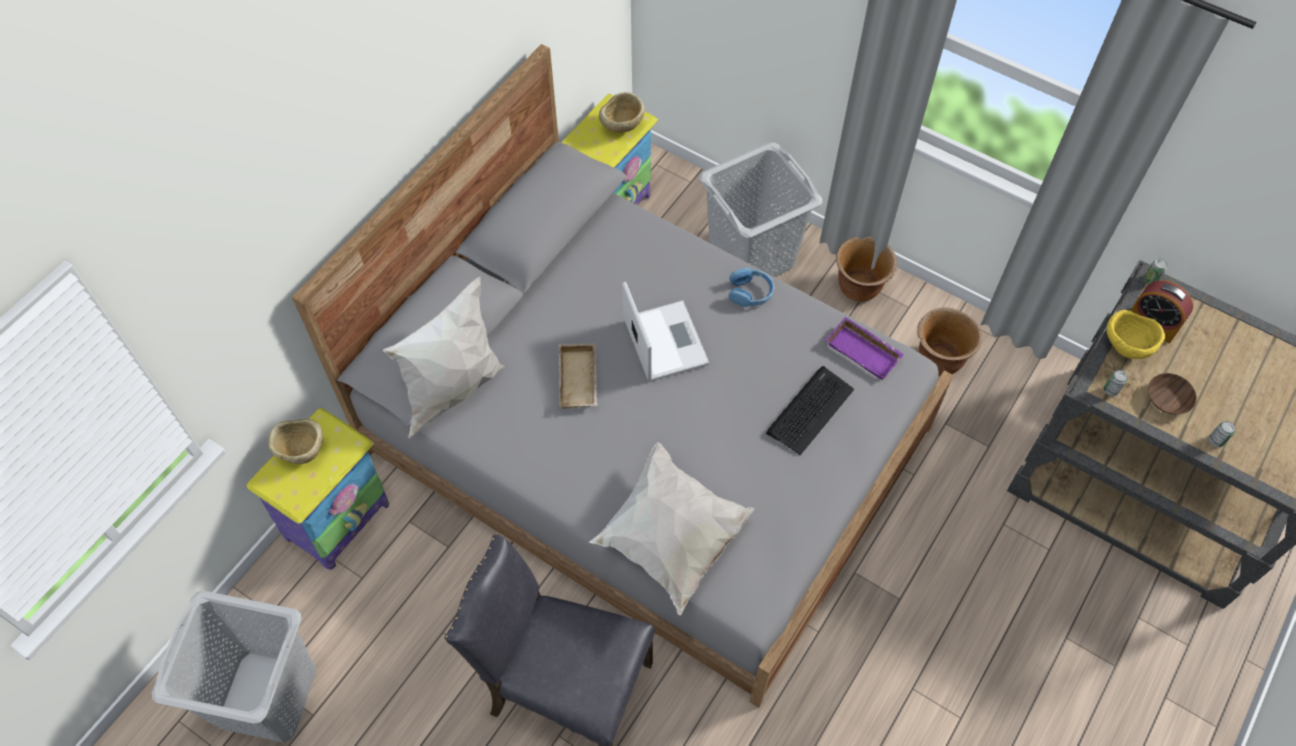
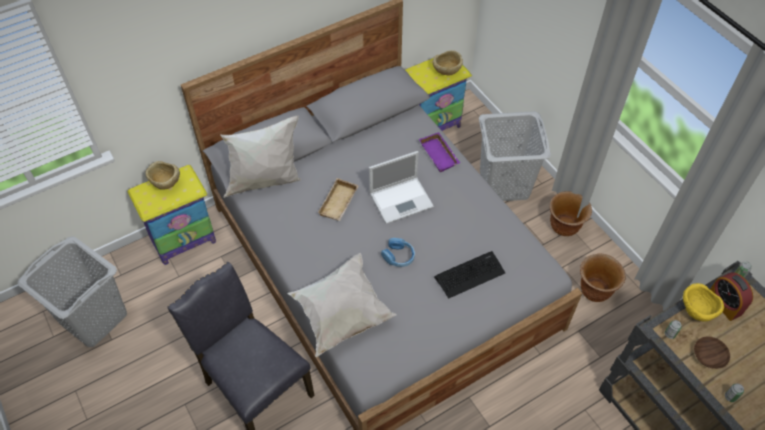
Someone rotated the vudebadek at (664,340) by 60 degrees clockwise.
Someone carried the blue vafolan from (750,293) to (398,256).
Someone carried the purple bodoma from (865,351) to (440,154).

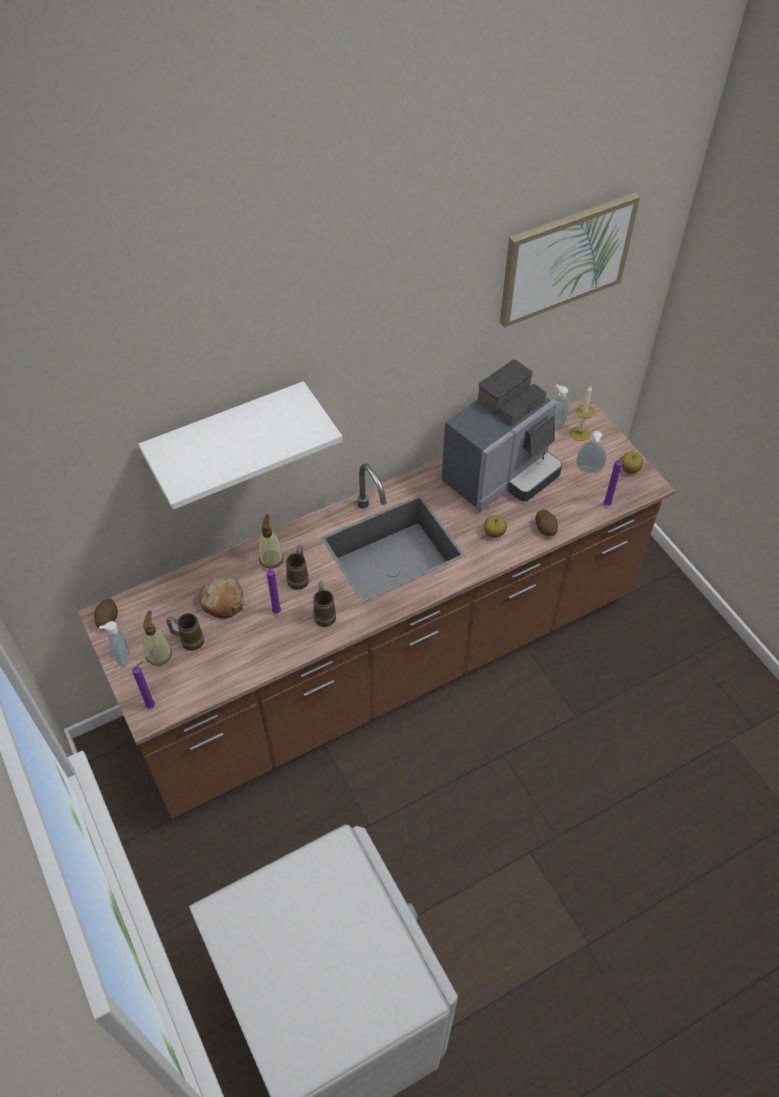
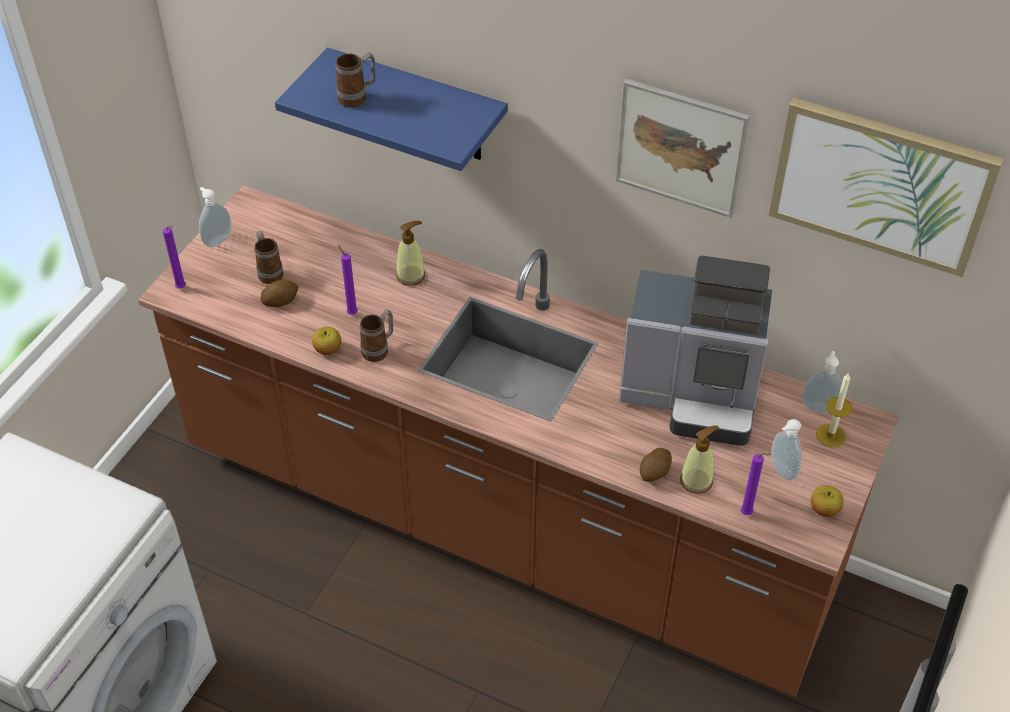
Someone carried the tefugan from (107,619) to (280,301).
Someone repainted the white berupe at (227,435), which became the blue berupe at (417,107).
Someone carried the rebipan from (159,654) to (696,481).
Someone took away the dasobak at (223,602).
Someone carried the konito from (299,577) to (358,97).
Someone carried the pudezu from (494,532) to (327,349).
Someone put up the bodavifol at (680,147).

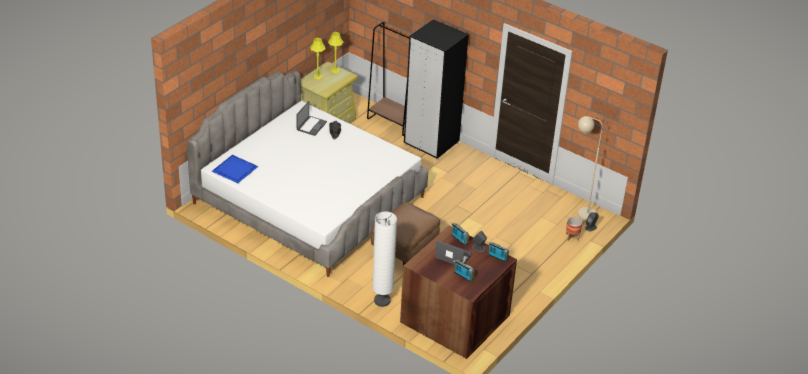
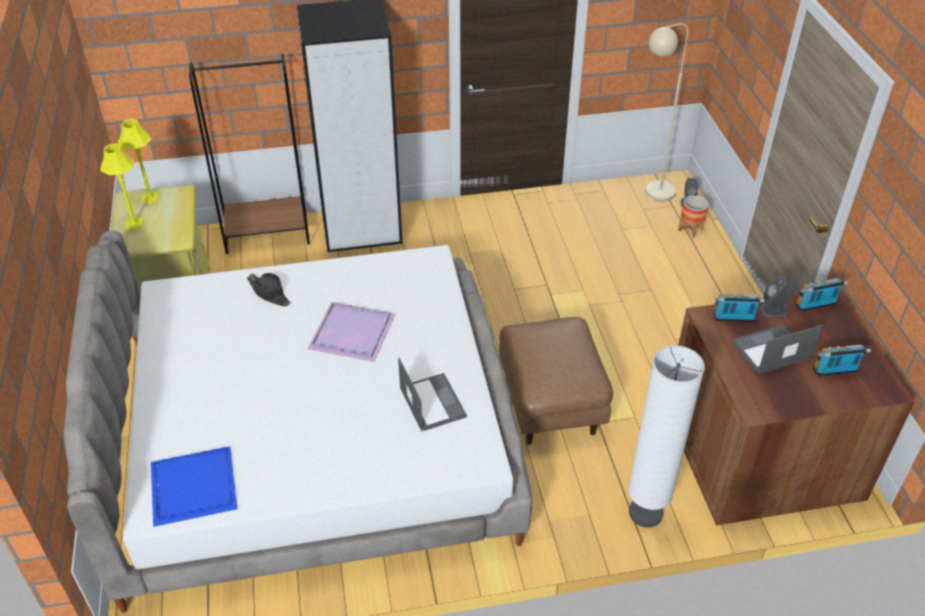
Someone carried the vudebadek from (311,125) to (432,402).
Someone put down the purple bodoma at (351,332).

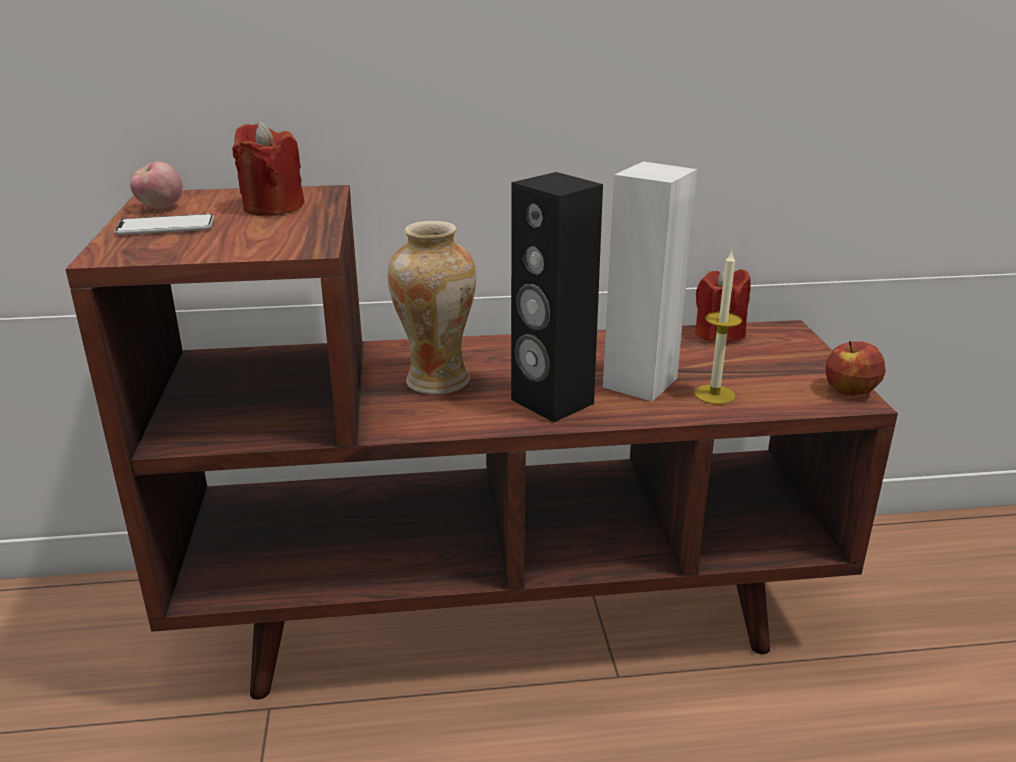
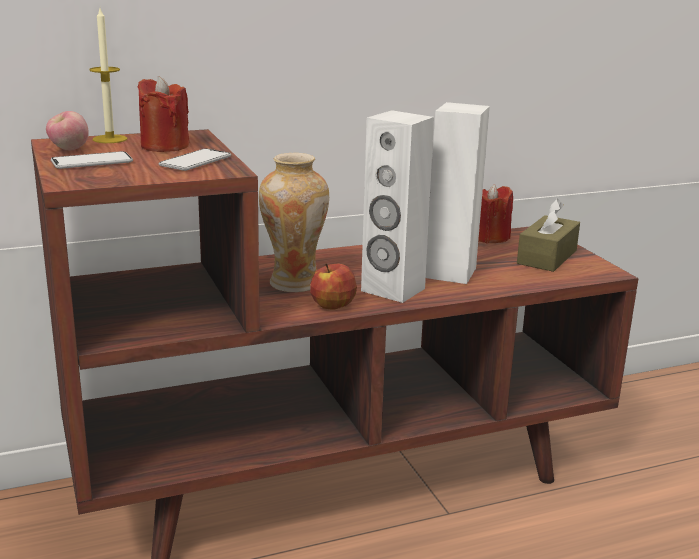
Someone repainted the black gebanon at (551,402), which became the white gebanon at (392,290).
Someone carried the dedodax from (714,394) to (110,139).
Someone carried the pudezu from (850,391) to (333,306).
Someone put down the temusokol at (195,161).
Someone put down the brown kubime at (547,257).

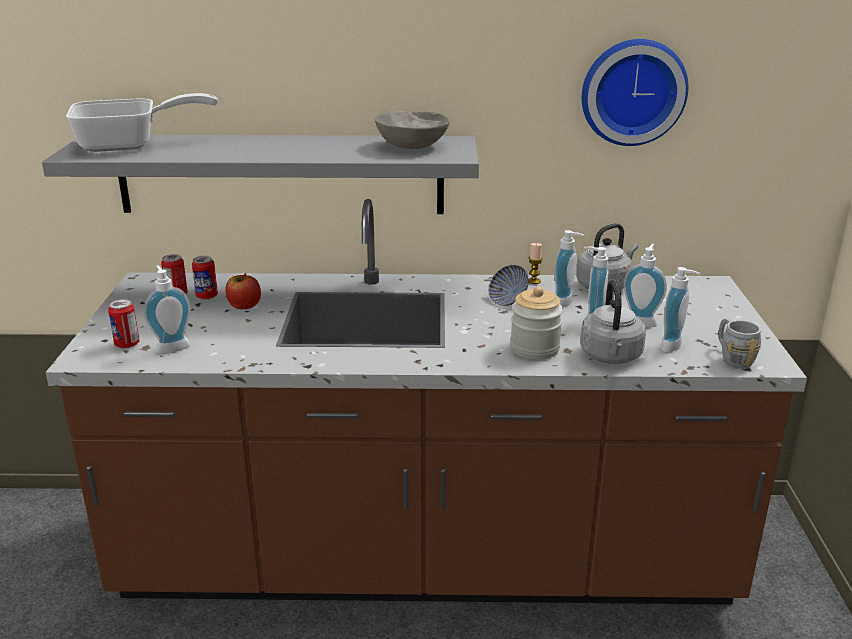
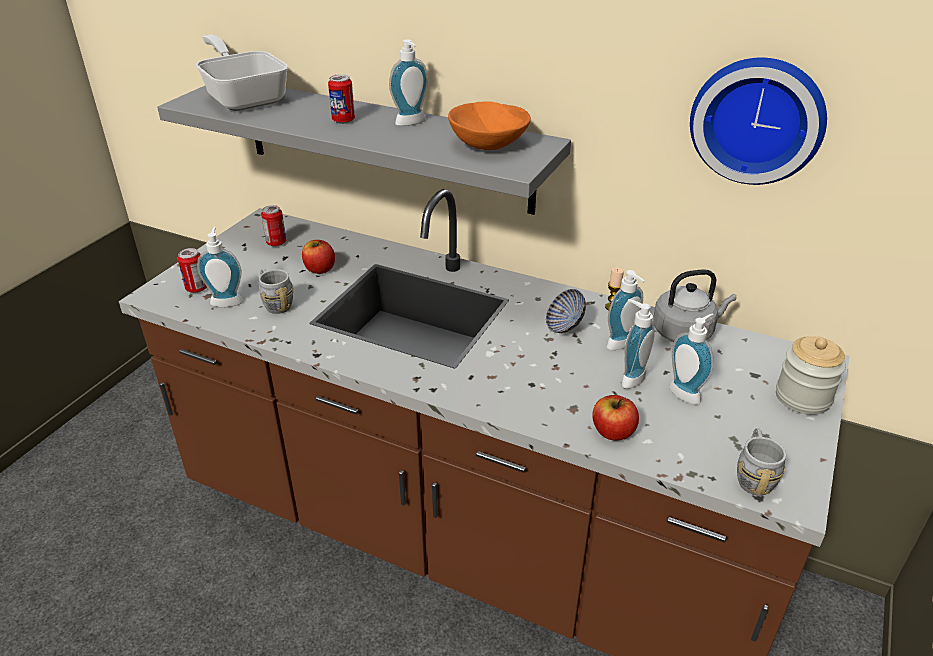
Someone rotated the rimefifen at (130,144) by 135 degrees counterclockwise.
Someone carried the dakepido from (207,296) to (343,120).
Someone repainted the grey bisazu at (411,146), which became the orange bisazu at (487,144).
Someone carried the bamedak from (534,348) to (802,397).
Someone swapped the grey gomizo at (611,357) for the pudezu at (613,432).
Someone carried the rebipan from (675,346) to (412,123).
Someone put down the grey konito at (275,303).

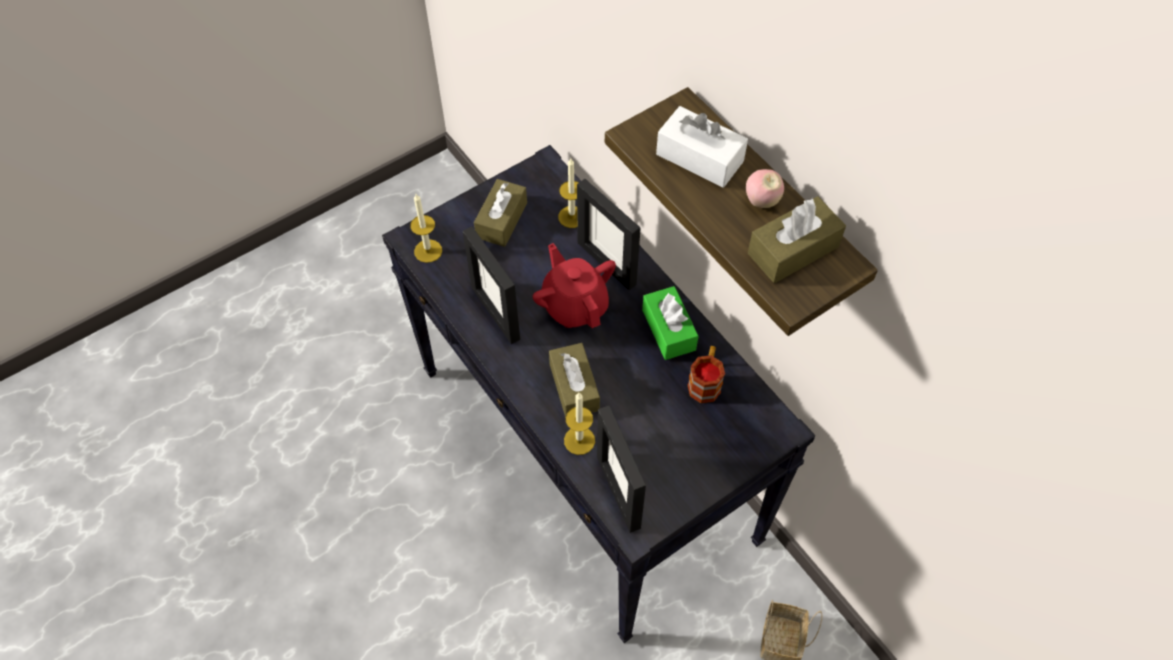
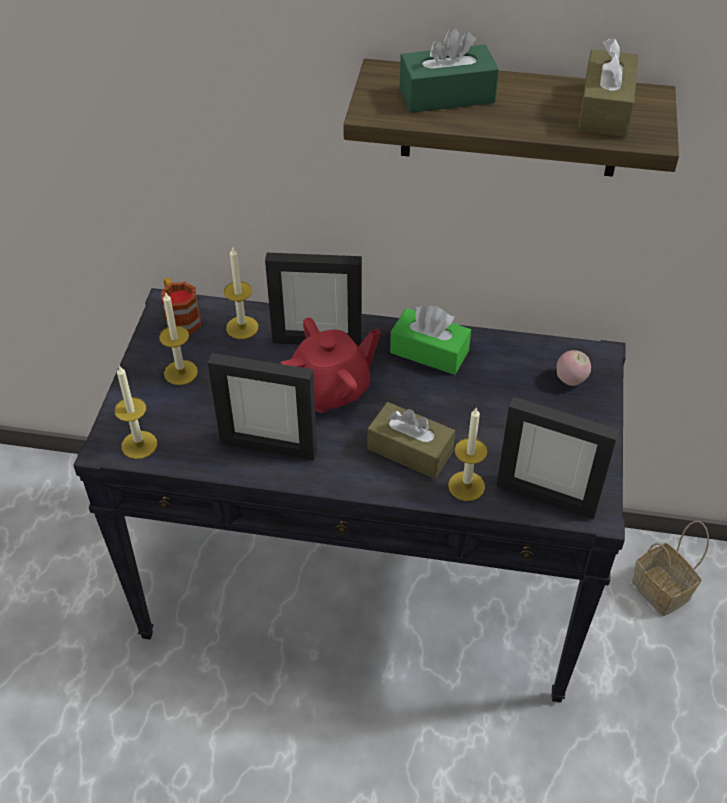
Someone swapped the brown kubime at (501,220) for the dedodax at (181,372).
Someone rotated the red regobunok at (575,305) by 135 degrees clockwise.
Someone repainted the white kubime at (699,158), which became the green kubime at (447,95).
Someone carried the konito from (705,382) to (180,318).
Someone carried the pudezu from (761,201) to (570,380).

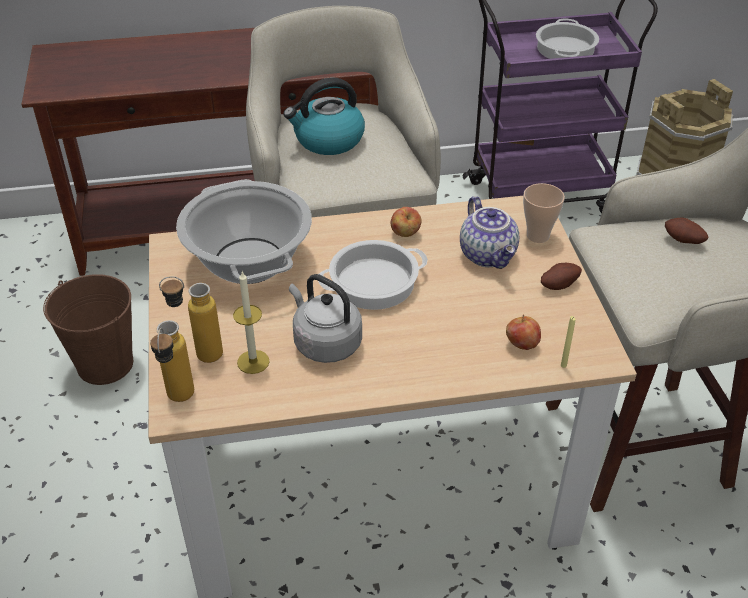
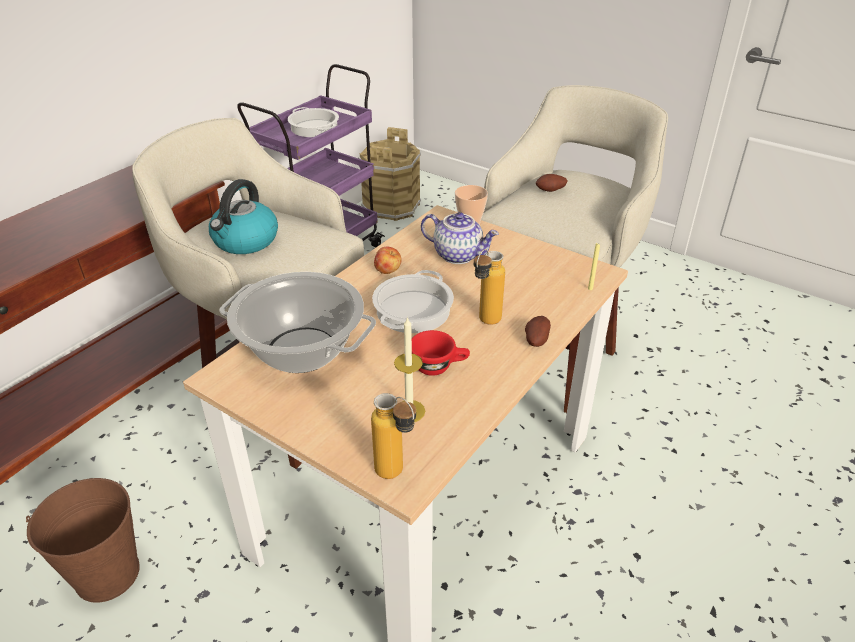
Someone carried the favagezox from (198,355) to (485,323).
Someone swapped the grey gomizo at (325,343) for the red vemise at (439,366).
Someone took away the pudezu at (521,344).
Someone carried the tefugan from (558,284) to (535,340).

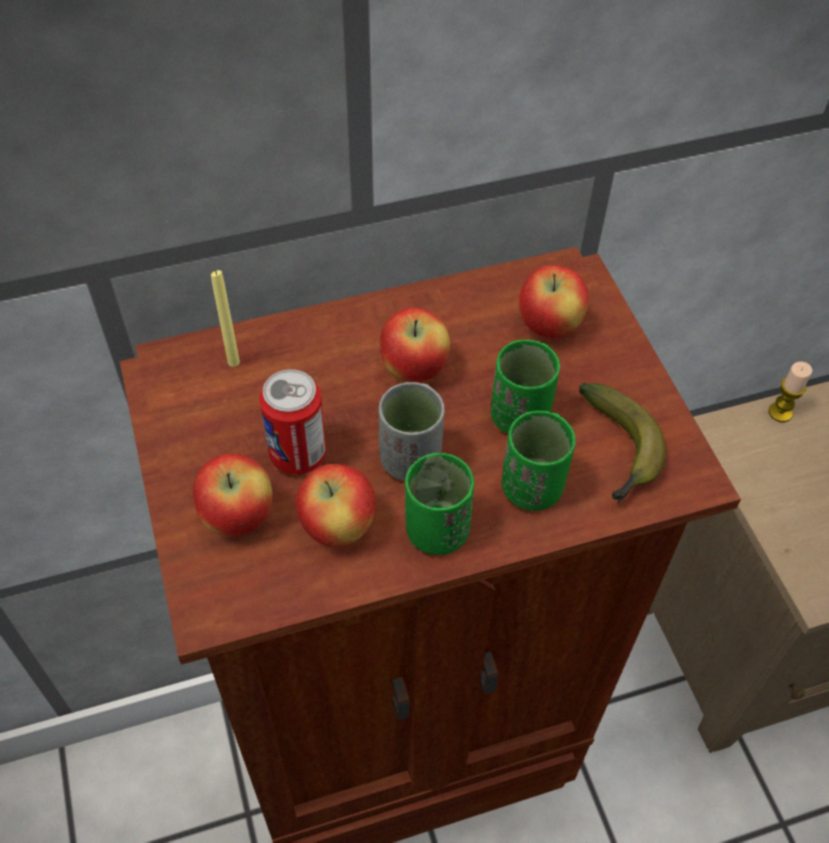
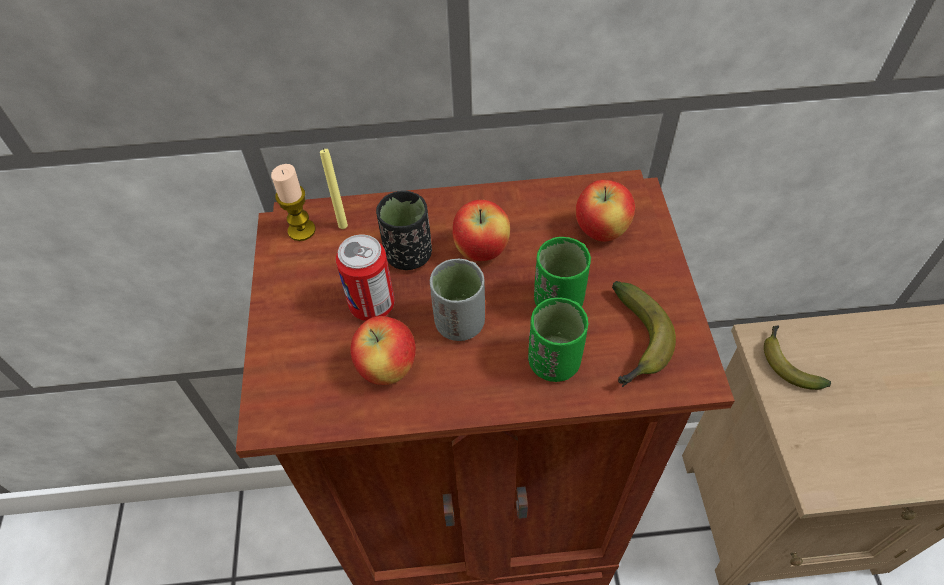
Someone took away the pudezu at (238,517).
Someone took away the green vemise at (437,530).
Someone carried the dedodax from (780,412) to (301,230).
Someone put down the black vemise at (408,255).
Someone put down the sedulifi at (787,362).

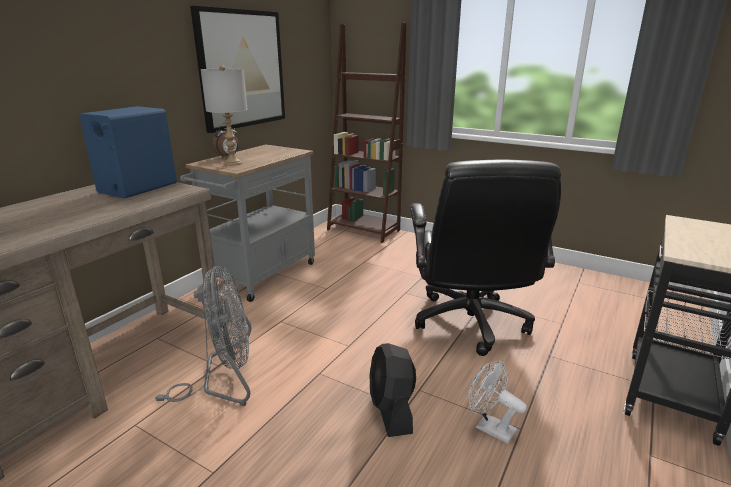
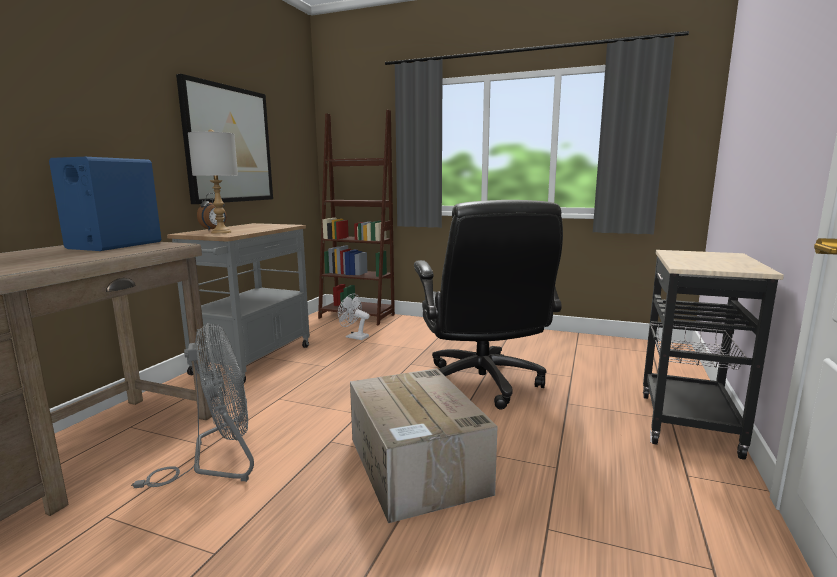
Someone swapped the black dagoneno at (391,409) for the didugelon at (417,466).
Someone carried the white dagoneno from (489,427) to (354,337).

